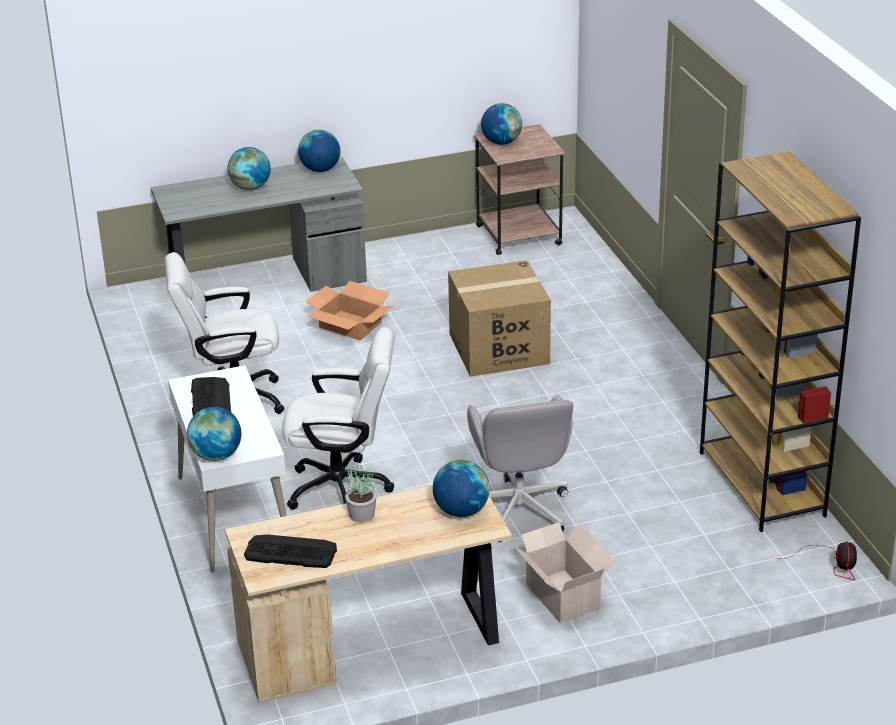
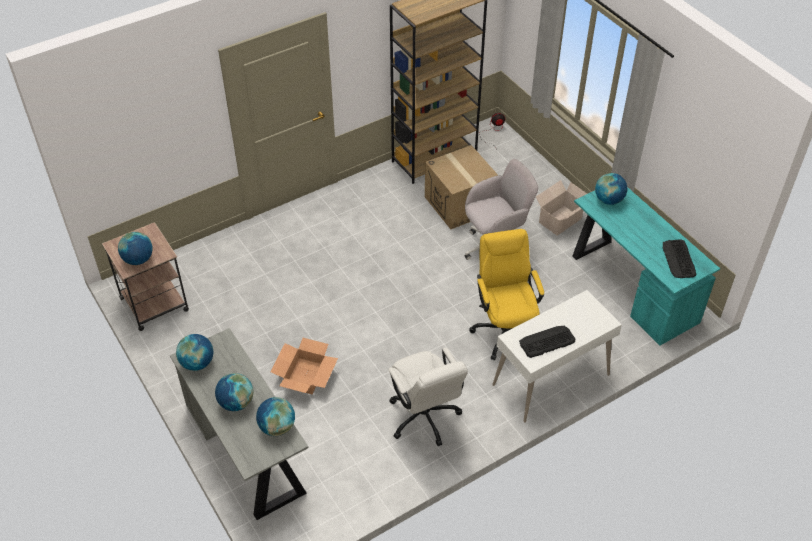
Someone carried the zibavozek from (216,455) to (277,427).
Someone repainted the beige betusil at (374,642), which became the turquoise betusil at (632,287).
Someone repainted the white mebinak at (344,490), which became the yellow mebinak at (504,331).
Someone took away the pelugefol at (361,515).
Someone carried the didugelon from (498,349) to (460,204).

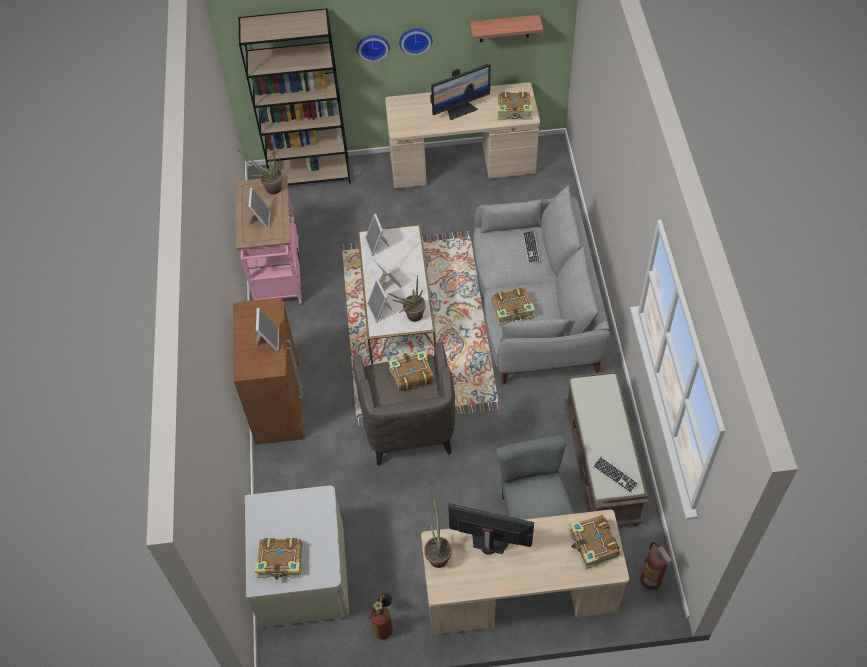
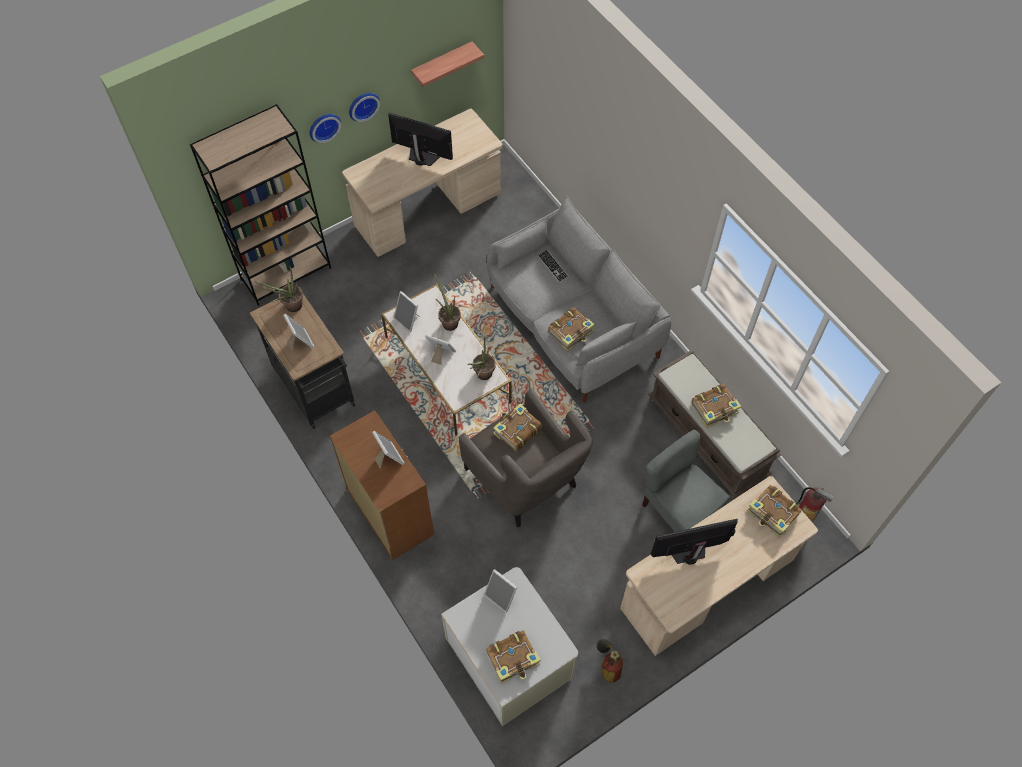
Someone repainted the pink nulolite at (278,278), which became the black nulolite at (315,389).
Someone carried the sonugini from (380,311) to (502,596).
Someone carried the pelugefol from (438,554) to (448,321).
Someone rotated the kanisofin at (460,110) by 105 degrees counterclockwise.
Someone carried the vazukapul from (514,111) to (715,409).
Someone took away the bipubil at (615,475).

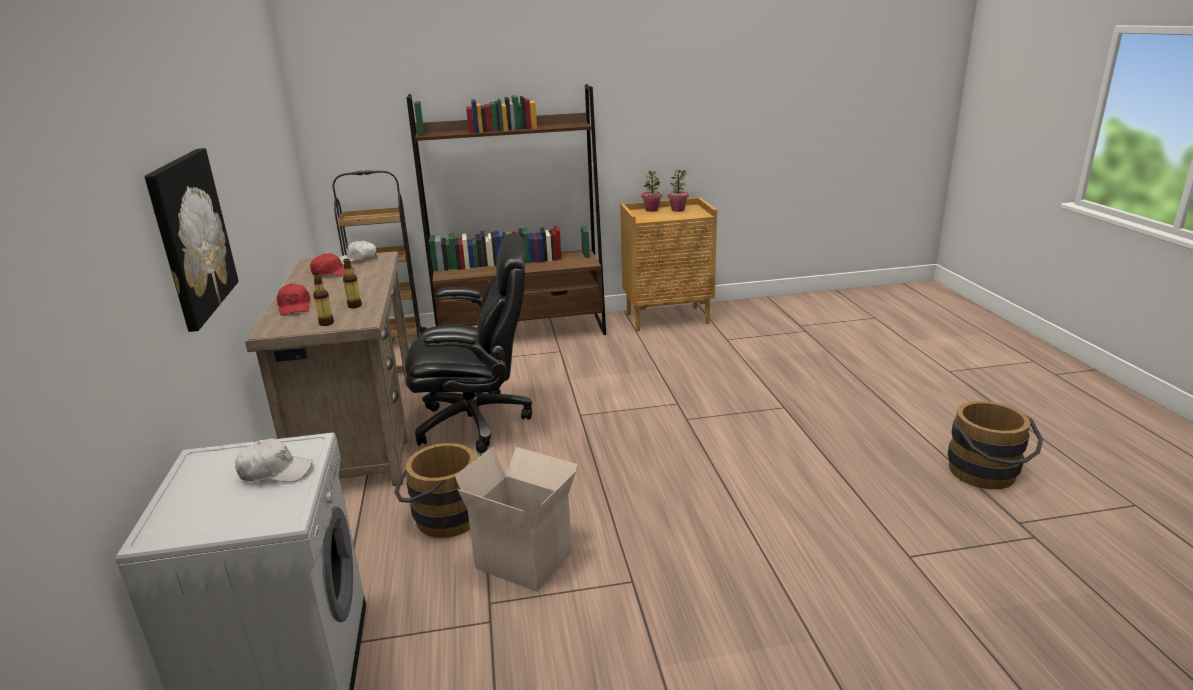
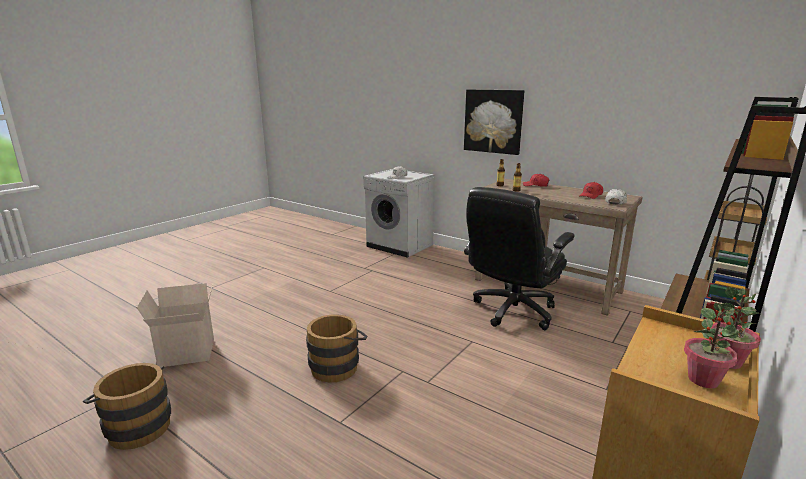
Someone carried the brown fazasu from (441,518) to (338,366).
Someone carried the didugelon from (527,559) to (186,354).

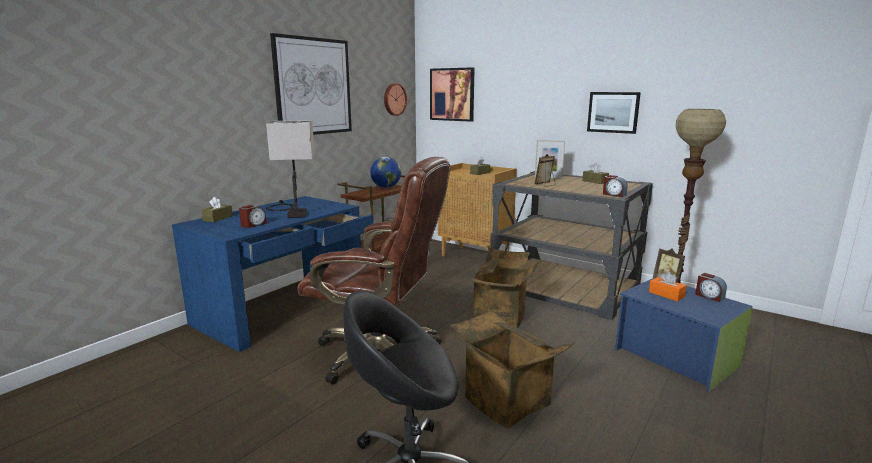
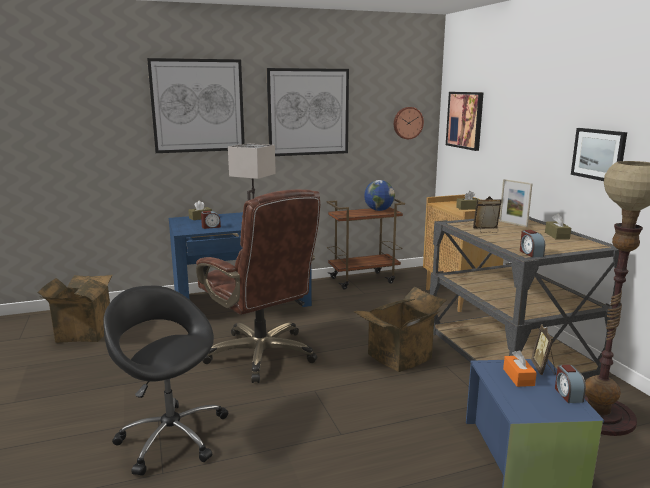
Someone carried the didugelon from (503,402) to (82,332).
Someone put up the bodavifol at (198,106).

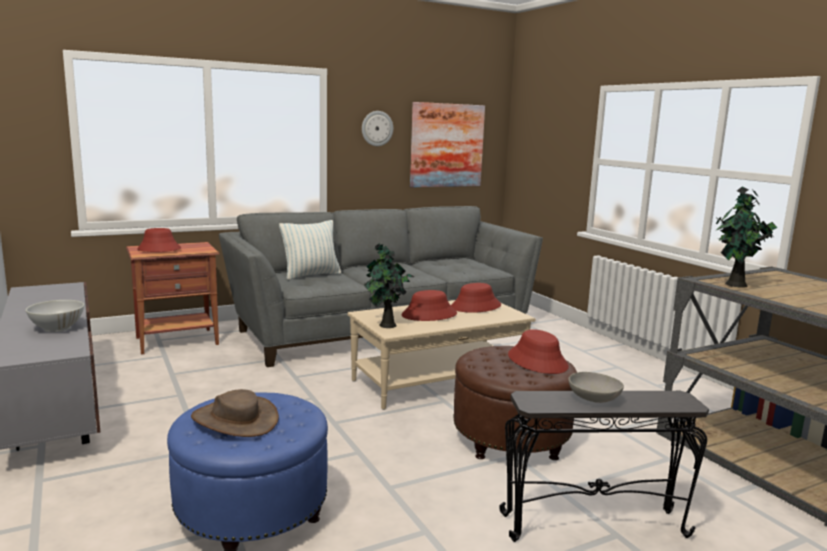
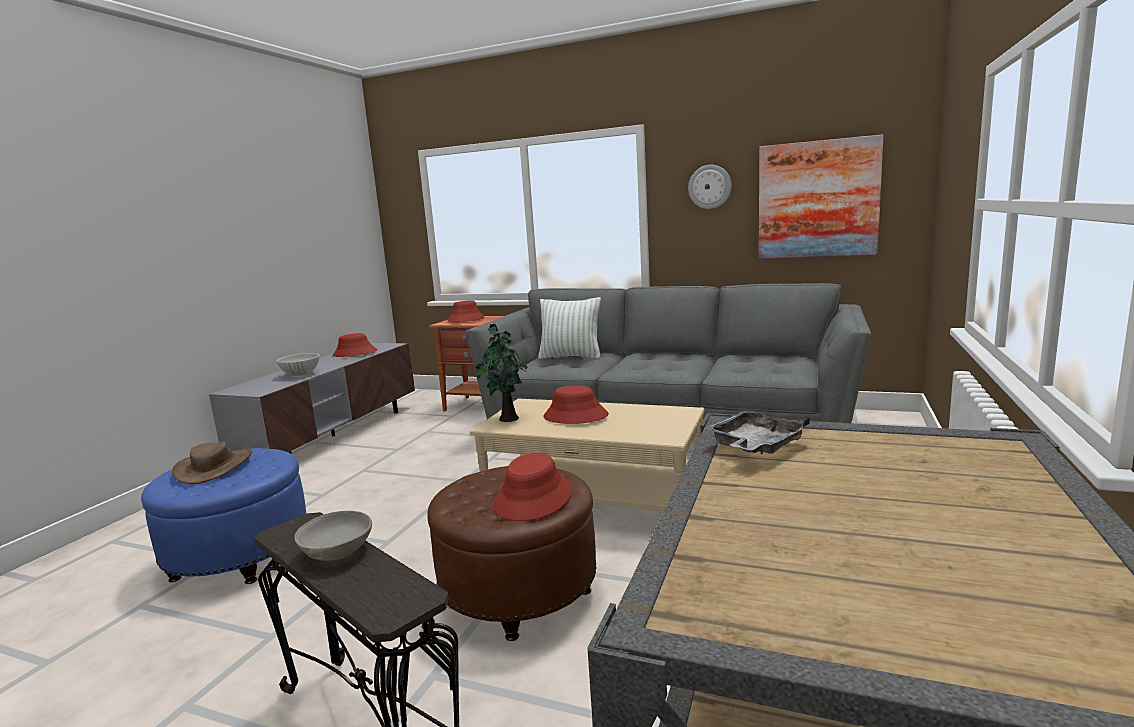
Someone carried the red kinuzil from (476,306) to (355,353).
Someone swapped the pelugefol at (735,285) for the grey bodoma at (755,446).

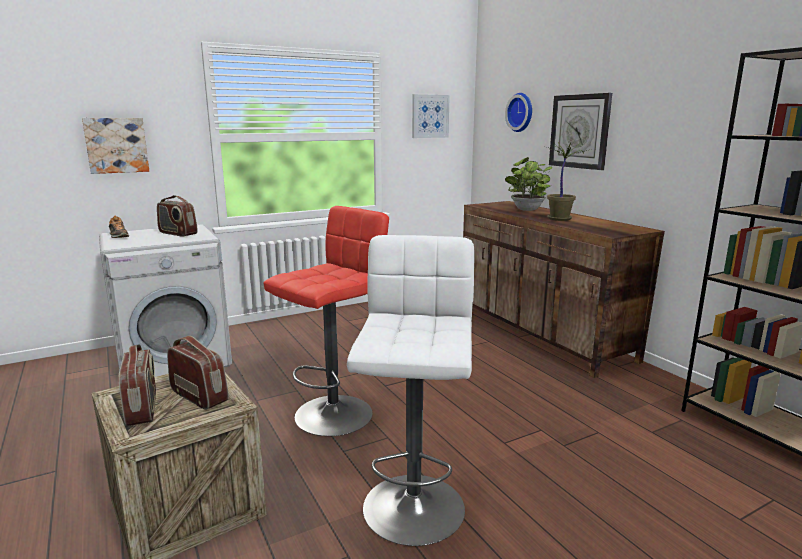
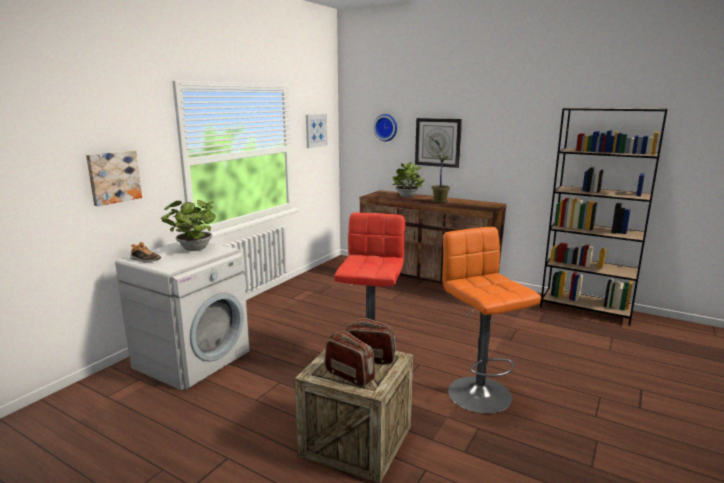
Someone swapped the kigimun at (177,233) for the pelugefol at (193,249).
Someone repainted the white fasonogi at (415,507), which became the orange fasonogi at (479,394).

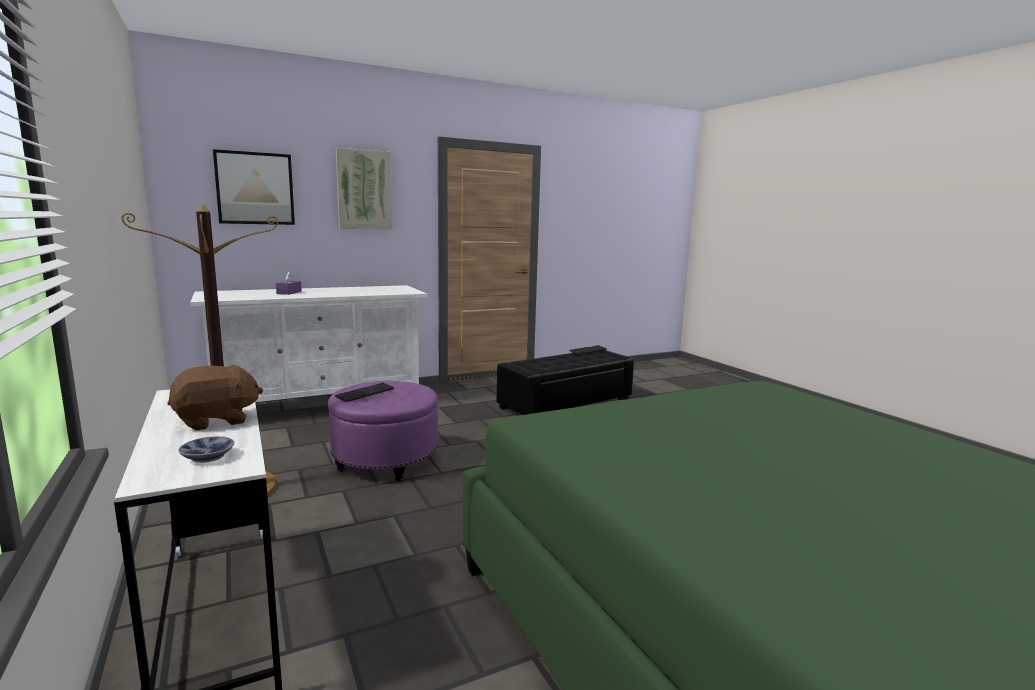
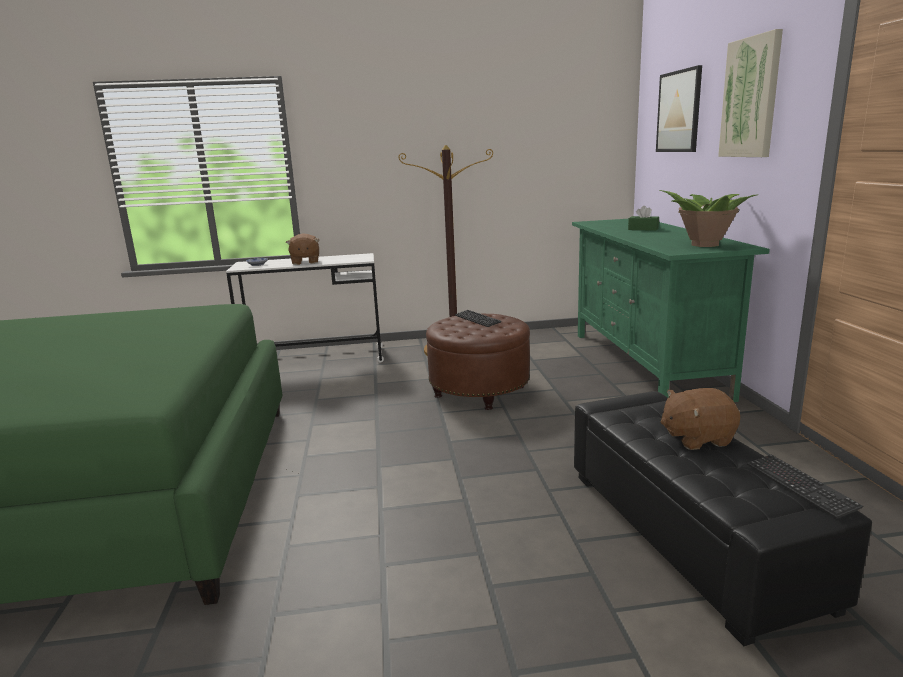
Someone repainted the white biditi at (320,407), which became the green biditi at (645,363).
Someone repainted the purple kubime at (289,292), which became the green kubime at (643,229).
Someone repainted the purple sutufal at (385,461), which became the brown sutufal at (479,391).
Someone put down the pelugefol at (704,244).
Someone put down the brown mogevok at (696,438).

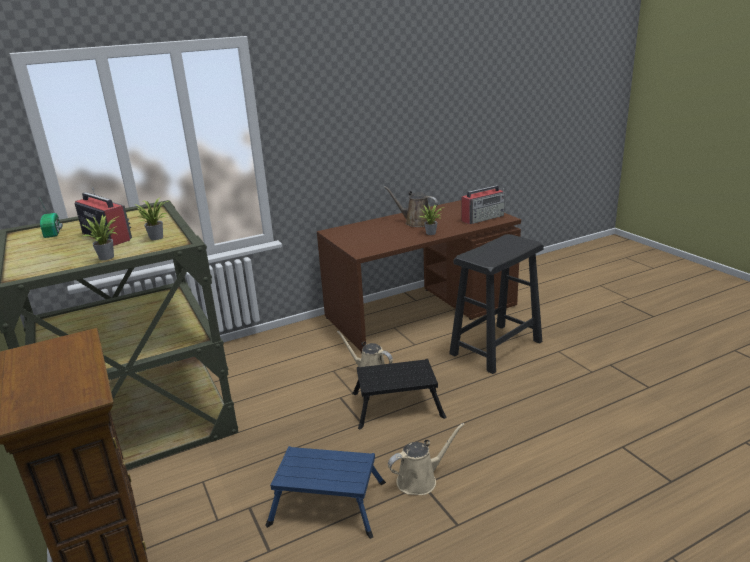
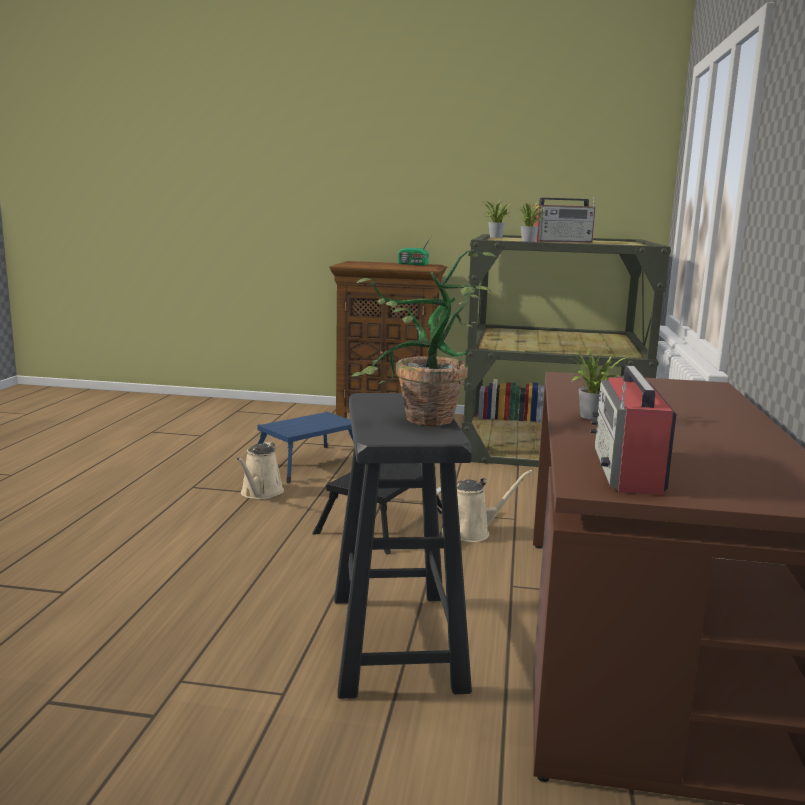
Someone carried the kigimun from (53,232) to (413,264).
Someone took away the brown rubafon at (415,222).
Someone put down the pelugefol at (422,422).

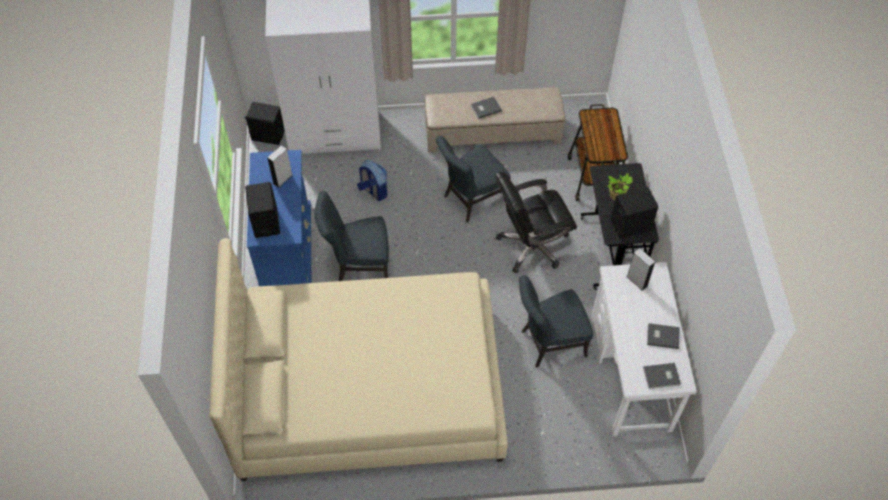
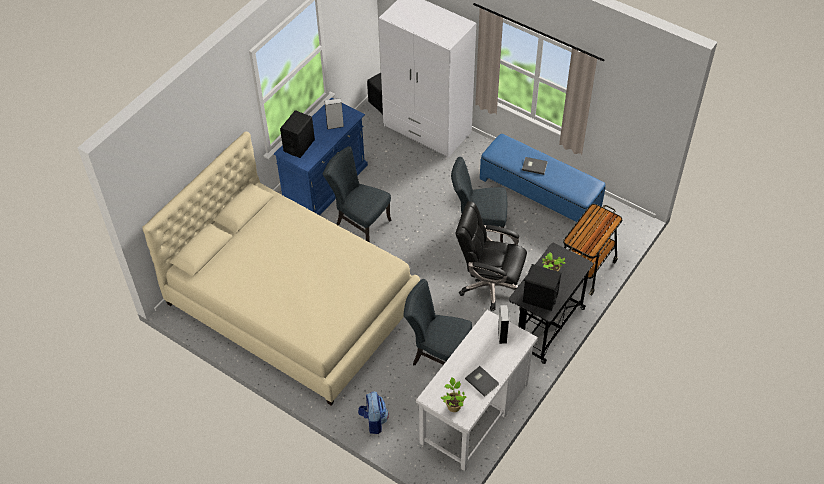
Someone carried the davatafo from (373,191) to (373,421).
Someone repainted the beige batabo at (493,132), which became the blue batabo at (540,192).
Someone swapped the grey vazukapul at (662,377) for the pelugefol at (453,405).

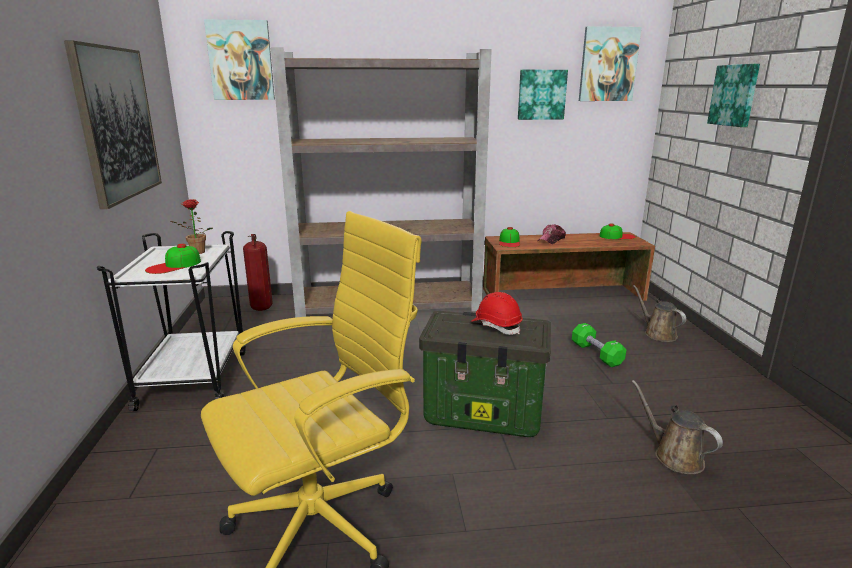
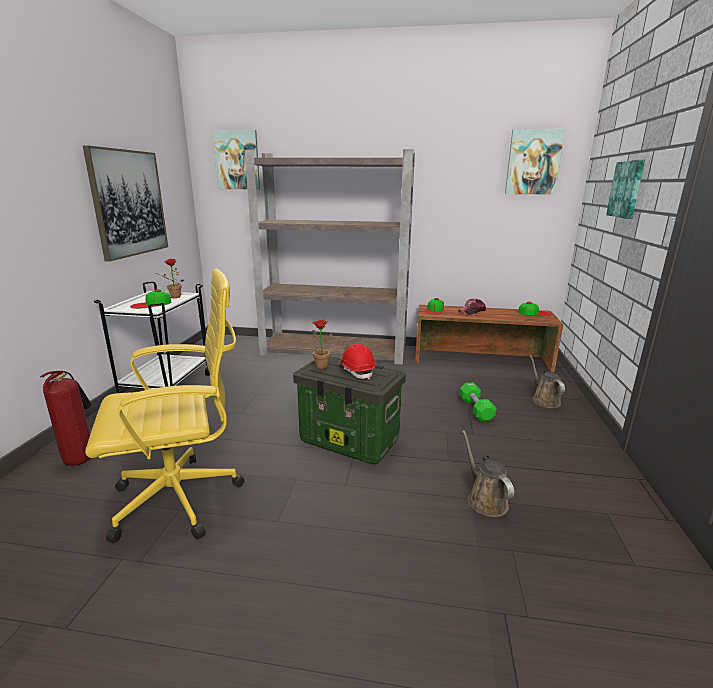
Someone carried the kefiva from (261,307) to (81,459).
Someone took away the bodavifol at (541,94).
Someone put down the pelugefol at (319,366).

